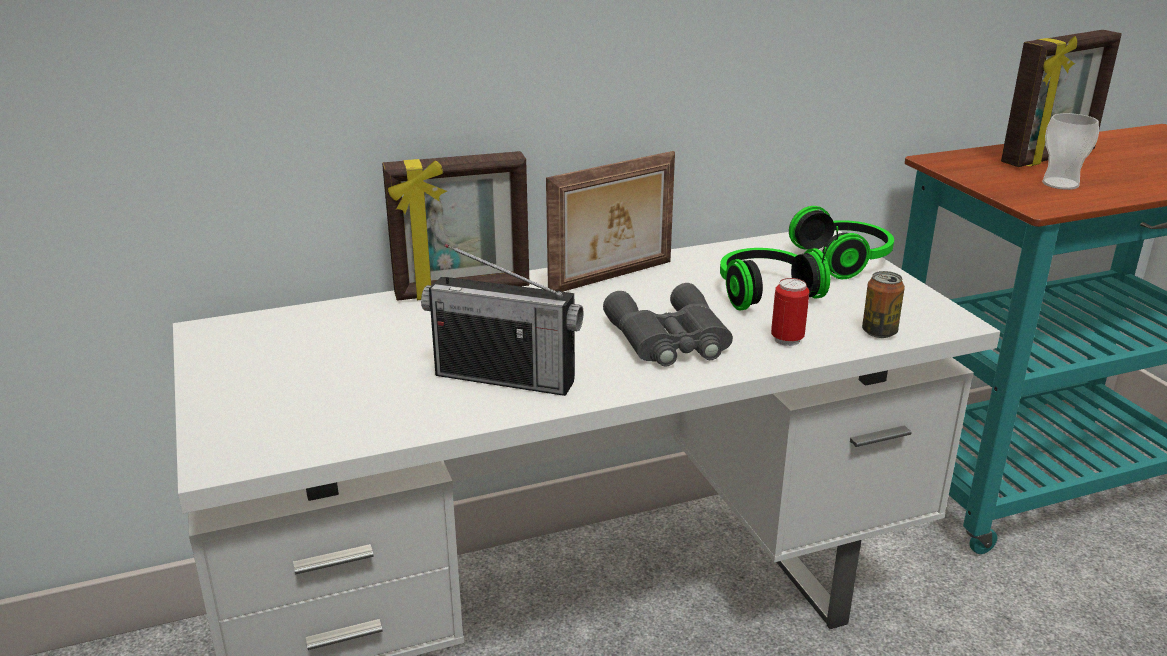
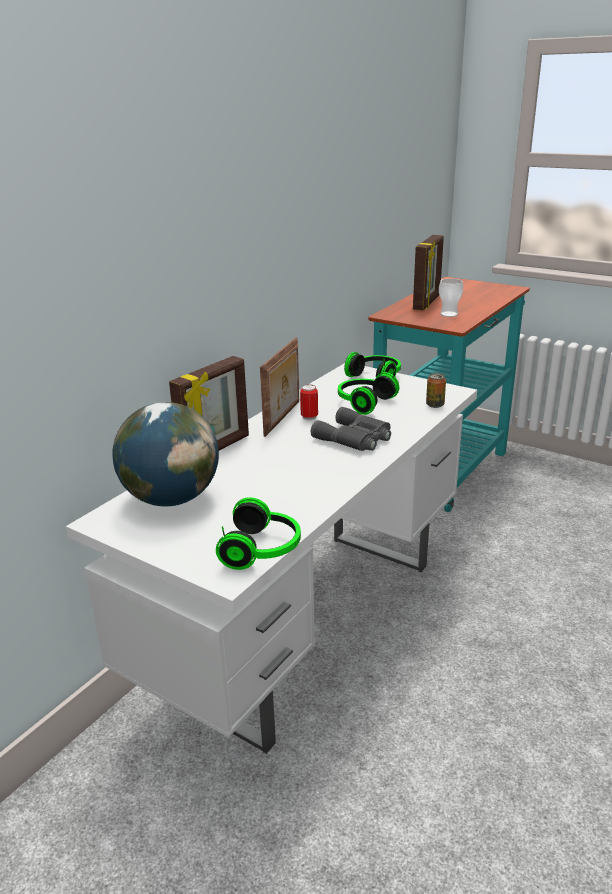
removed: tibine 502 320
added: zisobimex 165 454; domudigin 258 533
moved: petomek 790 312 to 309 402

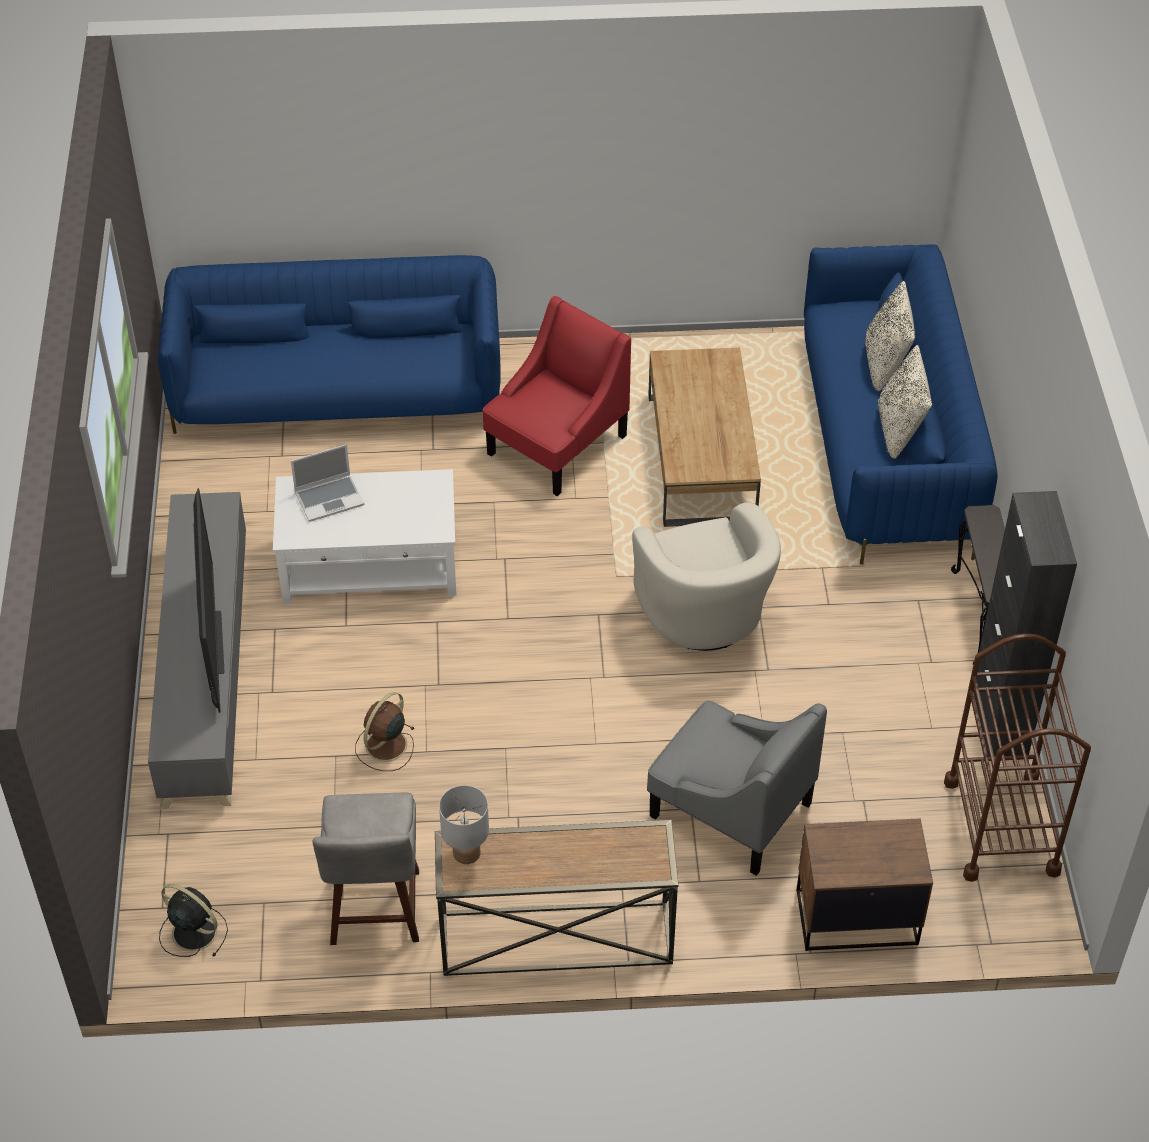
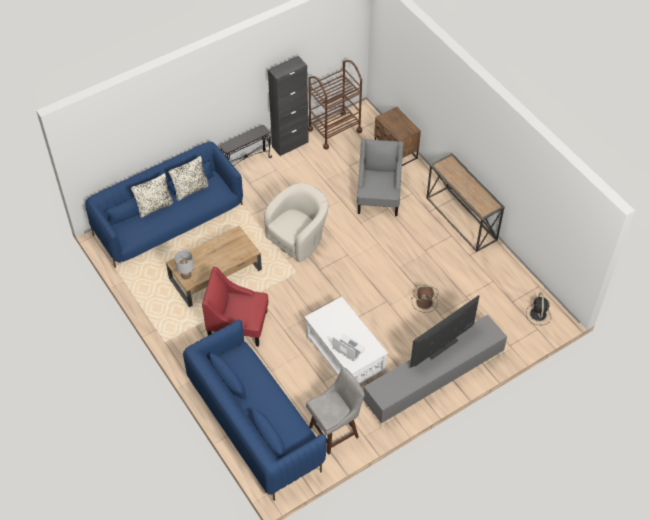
moved: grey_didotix 464 824 to 184 264; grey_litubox 365 869 to 335 411

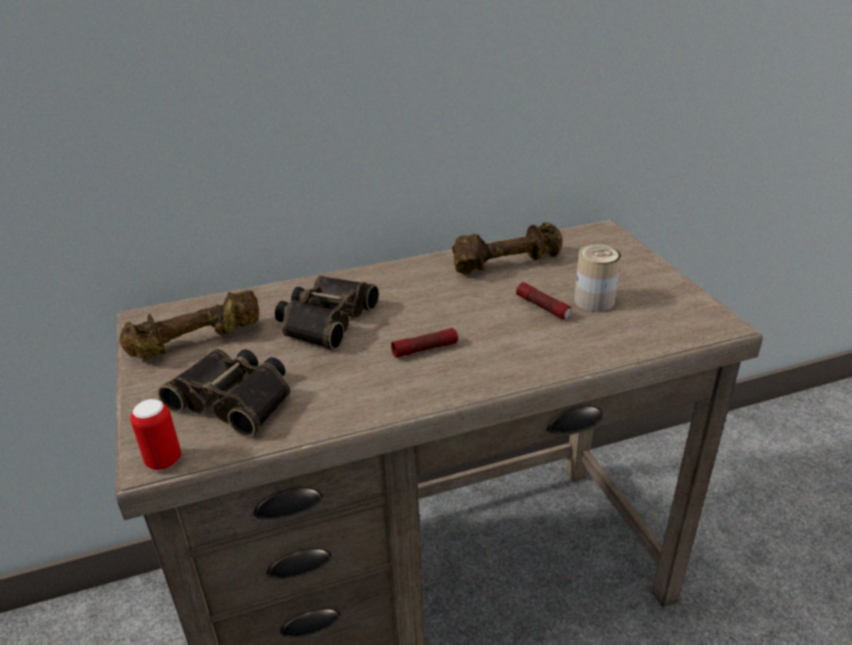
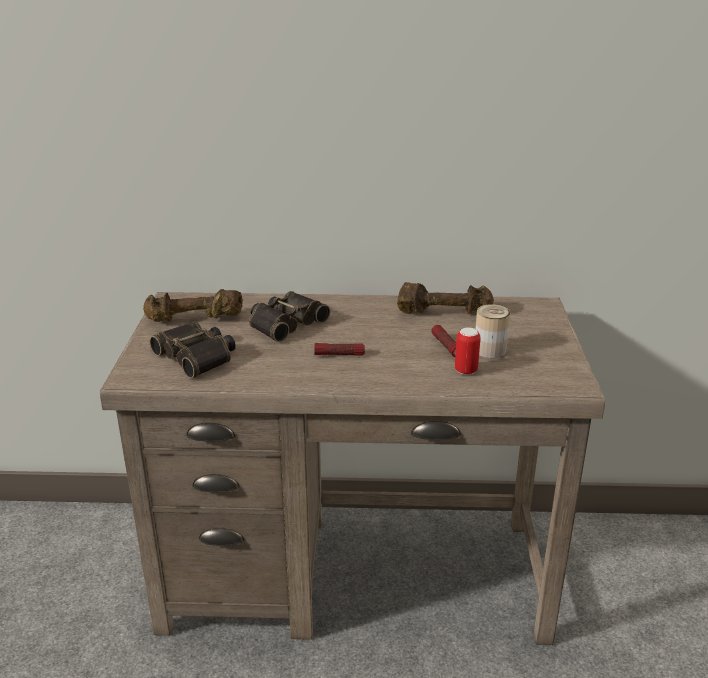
moved: petomek 156 435 to 468 351

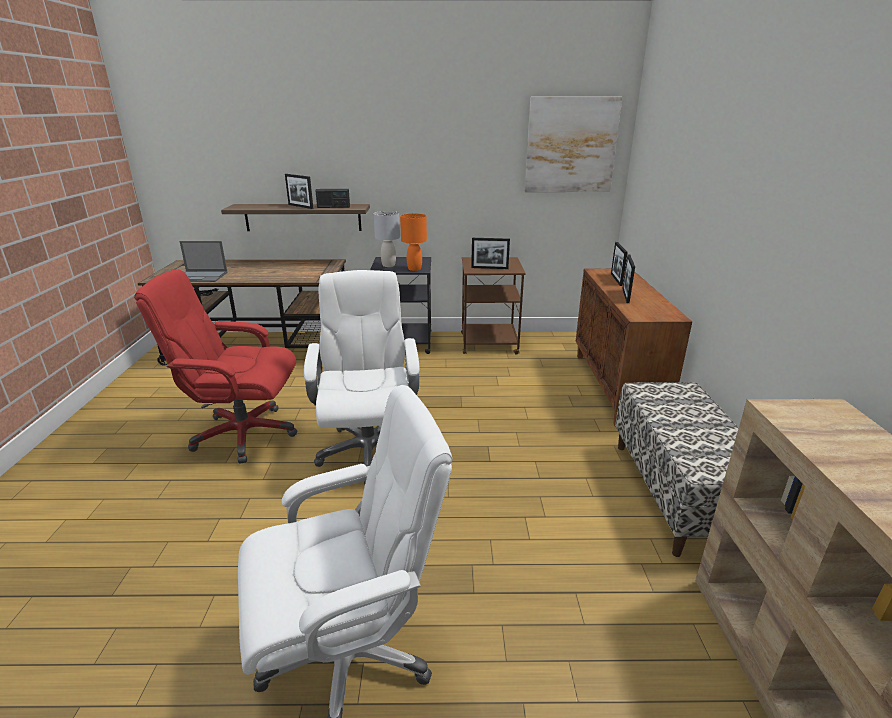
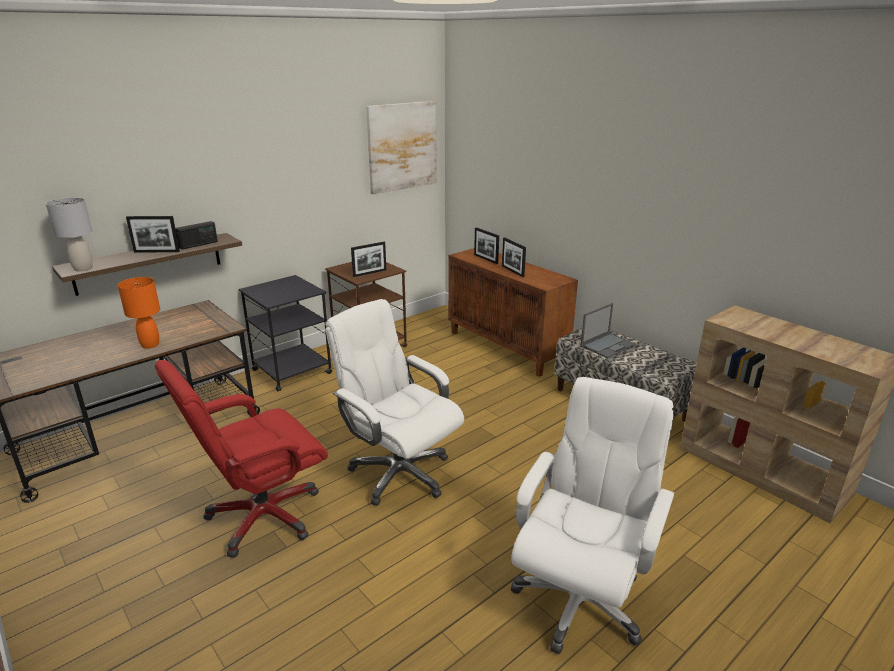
moved: grey_didotix 387 239 to 69 234; orange_didotix 413 242 to 139 313; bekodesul 203 261 to 608 330

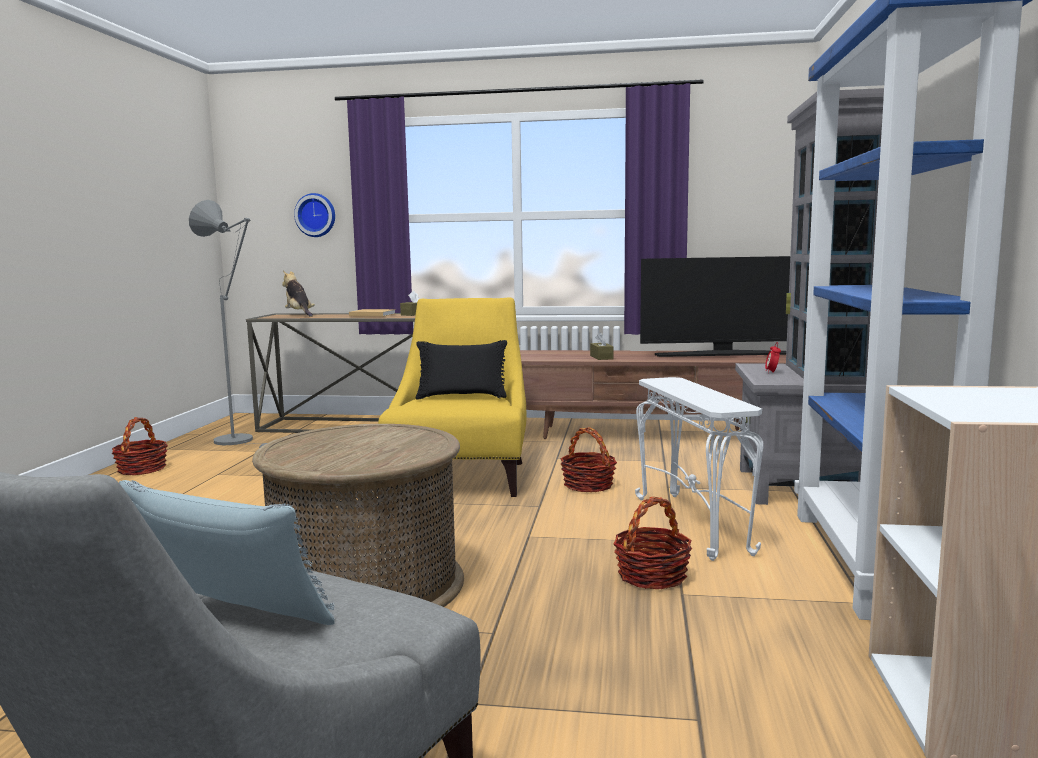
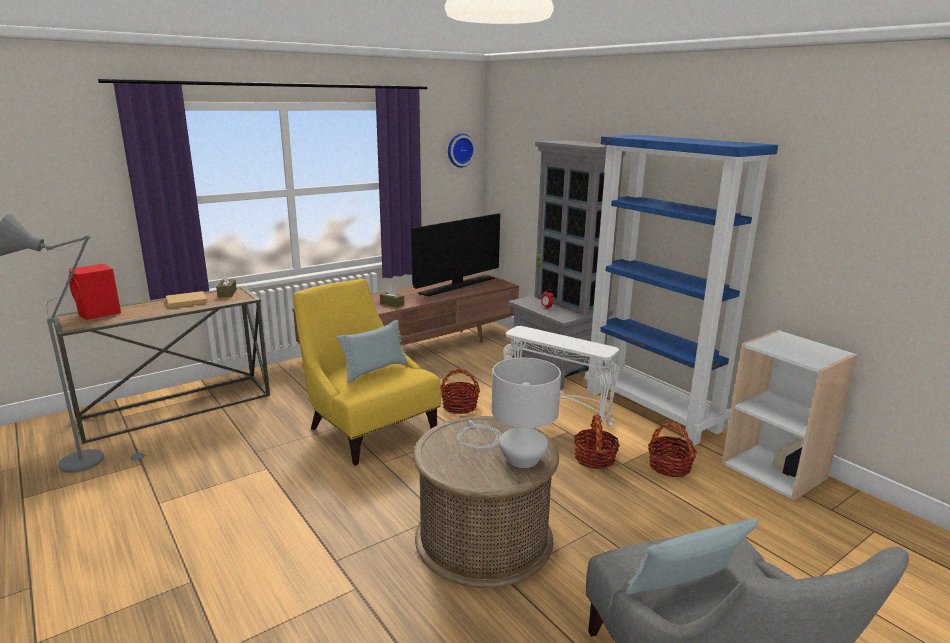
added: white_didotix 509 413
moved: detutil 314 215 to 462 150; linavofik 139 446 to 672 449
replaced: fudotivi 298 293 to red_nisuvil 94 292
recoloured: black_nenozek 461 369 to blue_nenozek 371 351

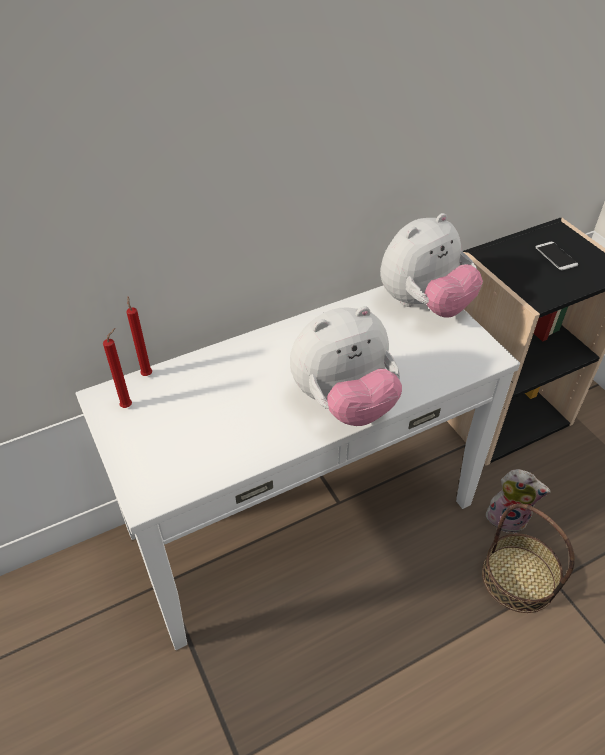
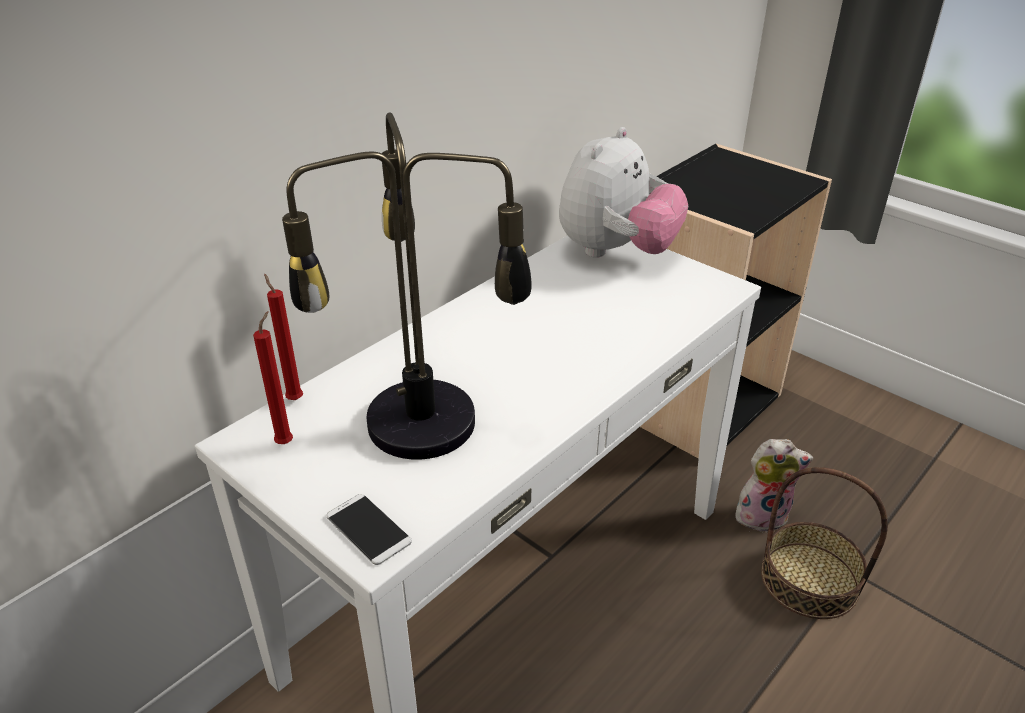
removed: fudotivi 346 366
added: didotix 407 286
moved: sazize 556 256 to 369 529

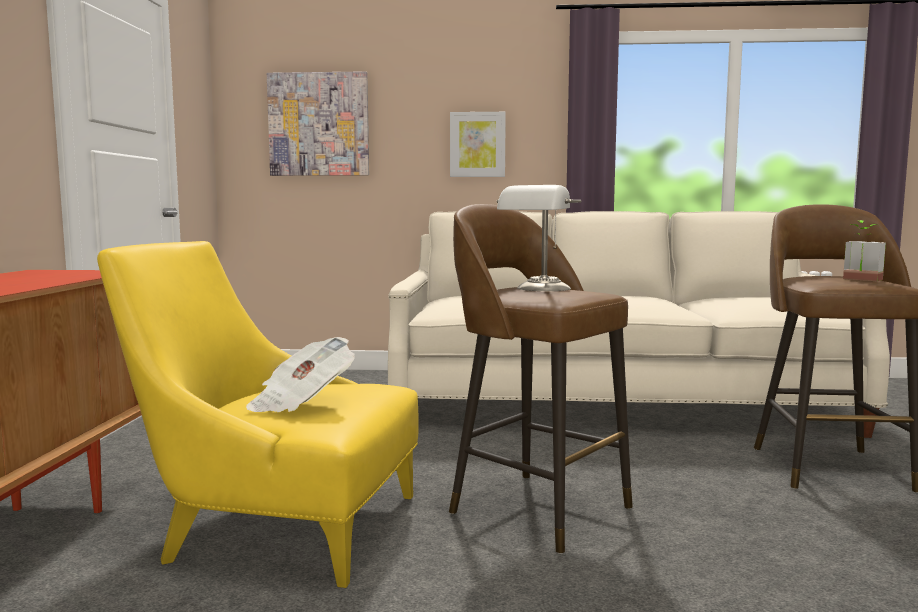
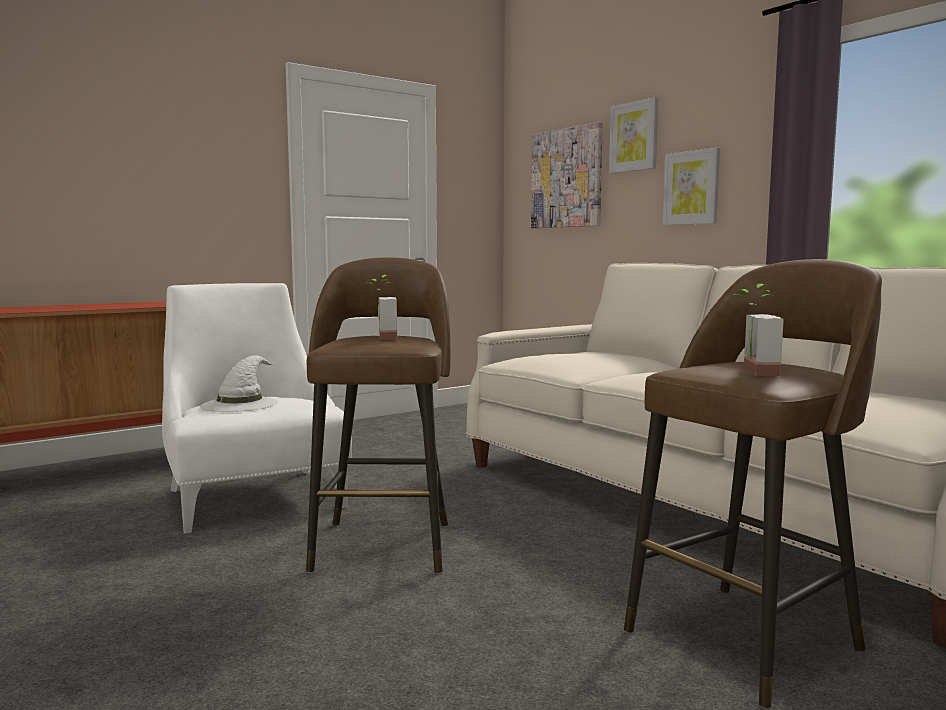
added: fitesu 633 135
replaced: white_didotix 539 238 to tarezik 381 307; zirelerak 300 374 to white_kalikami 239 383
recoloured: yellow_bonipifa 258 414 to white_bonipifa 257 408

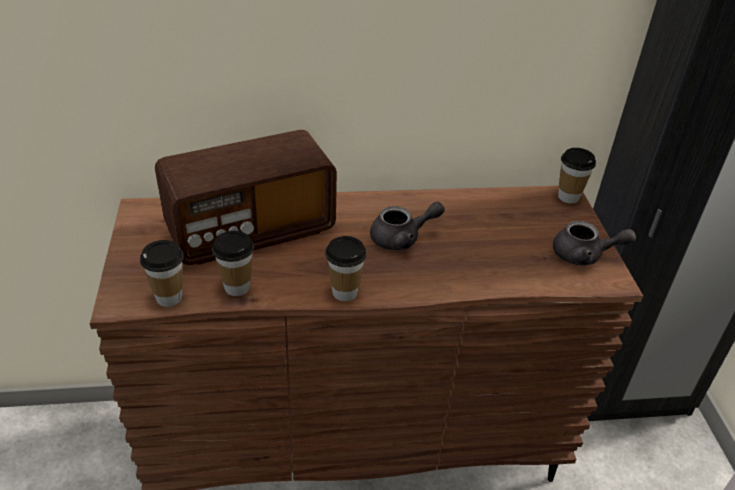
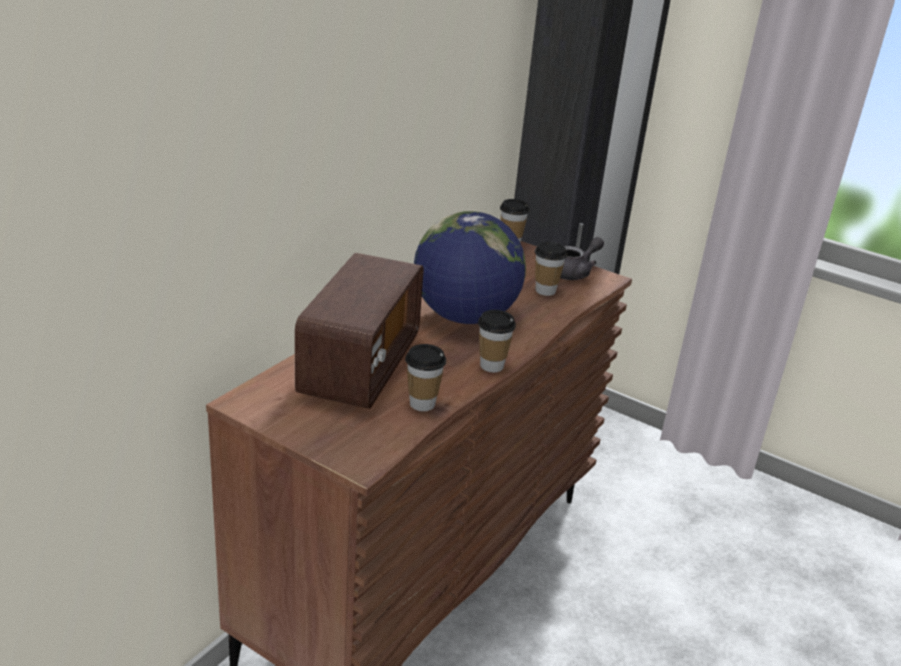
moved: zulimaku 162 273 to 551 269
replaced: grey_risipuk 407 226 to zisobimex 470 267

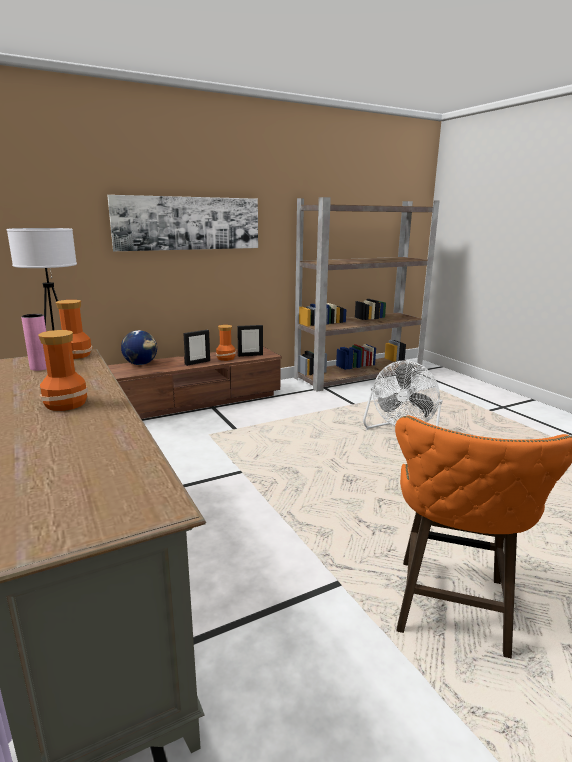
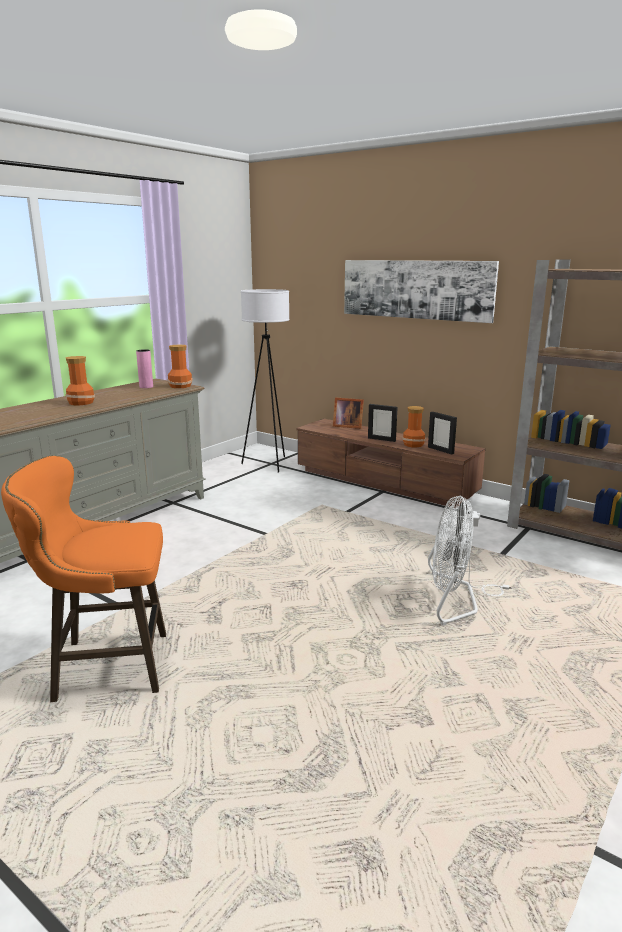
replaced: zisobimex 139 347 to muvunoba 348 413

